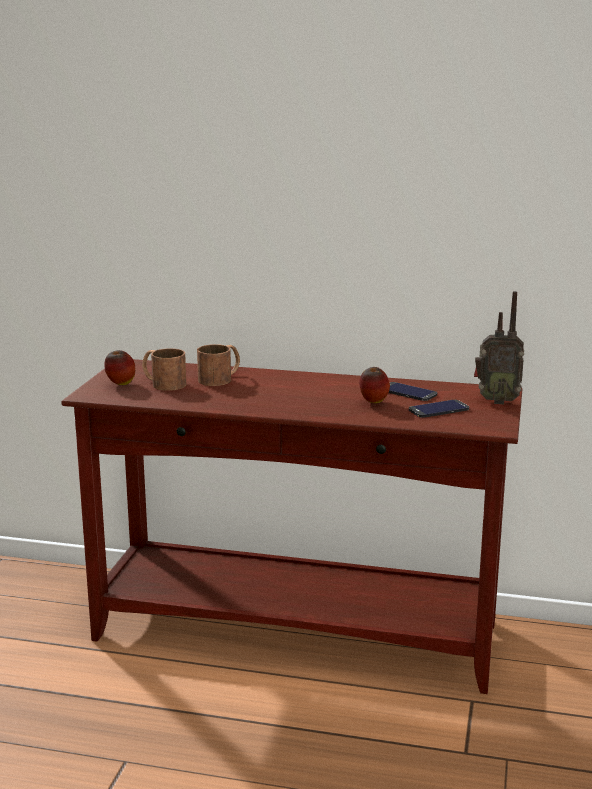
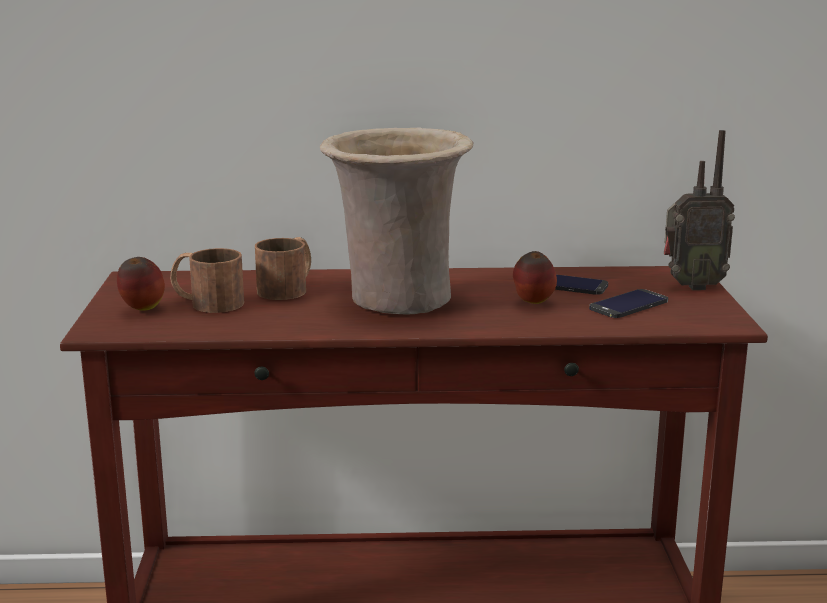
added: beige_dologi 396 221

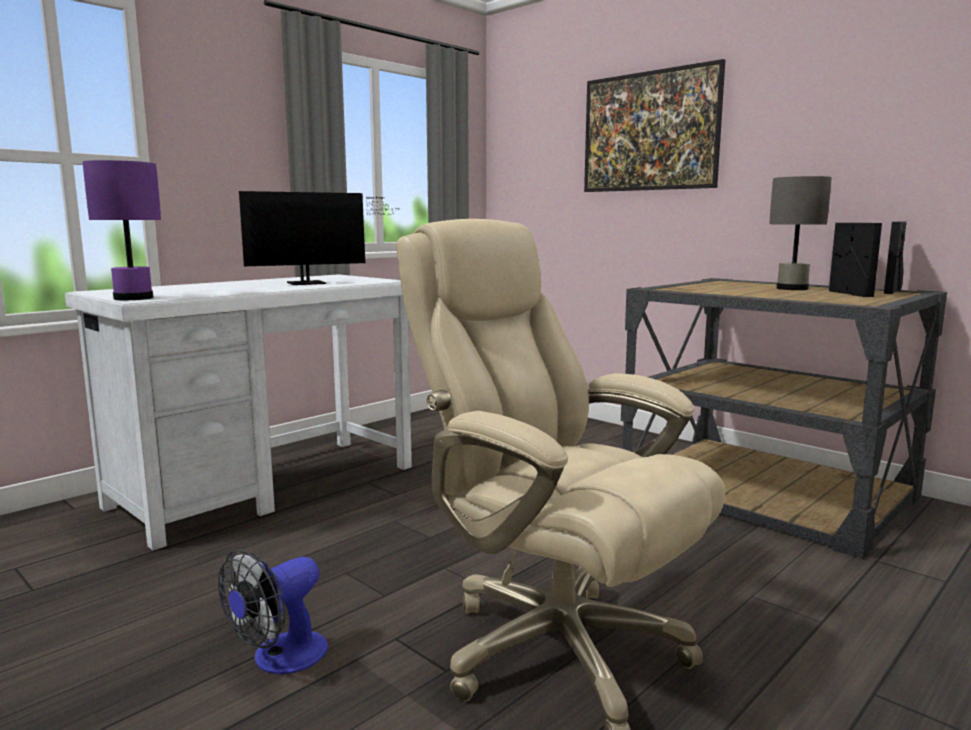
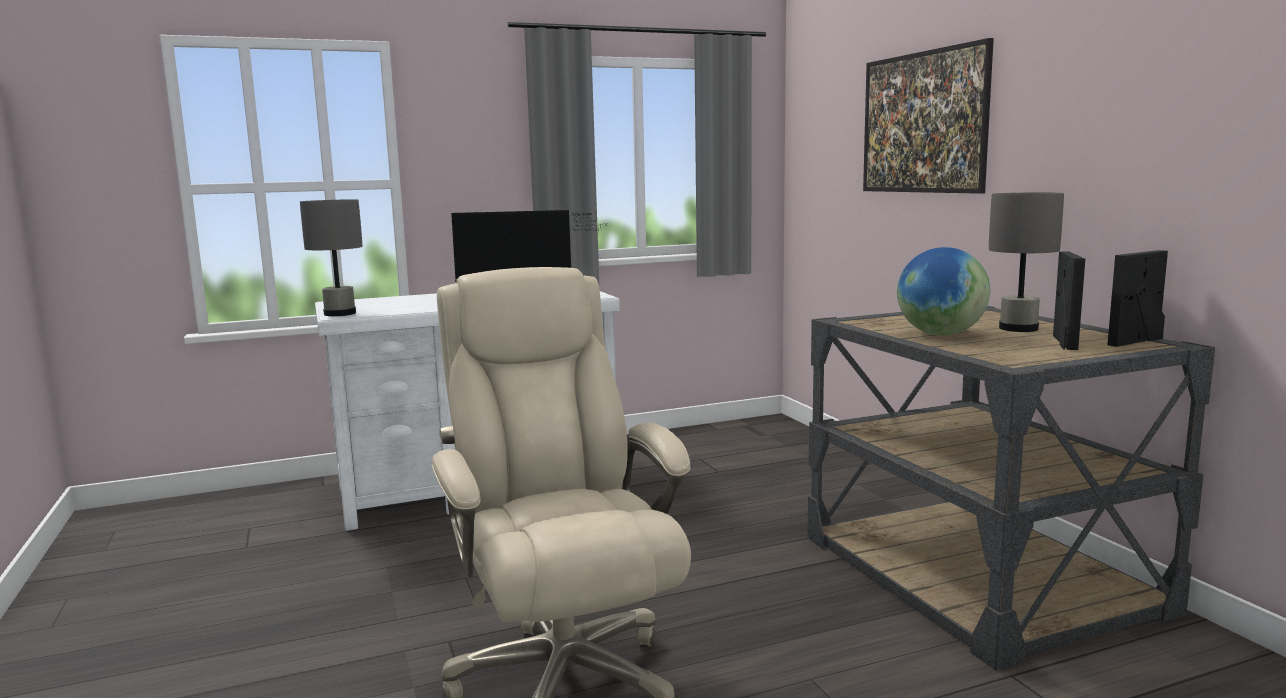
removed: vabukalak 273 611
added: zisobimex 943 291
recoloured: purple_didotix 122 230 to grey_didotix 331 257

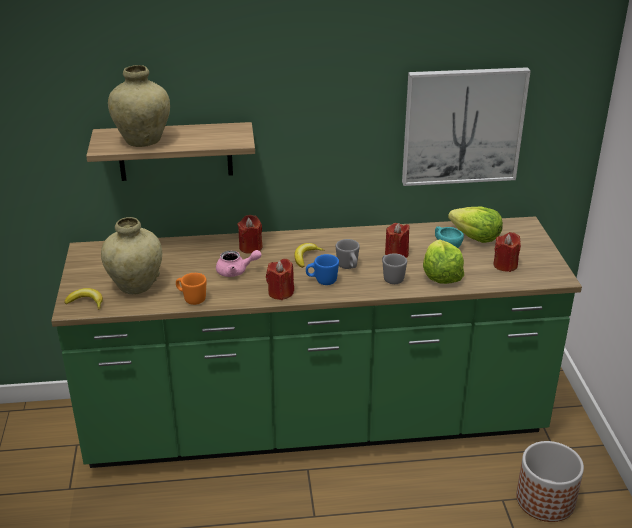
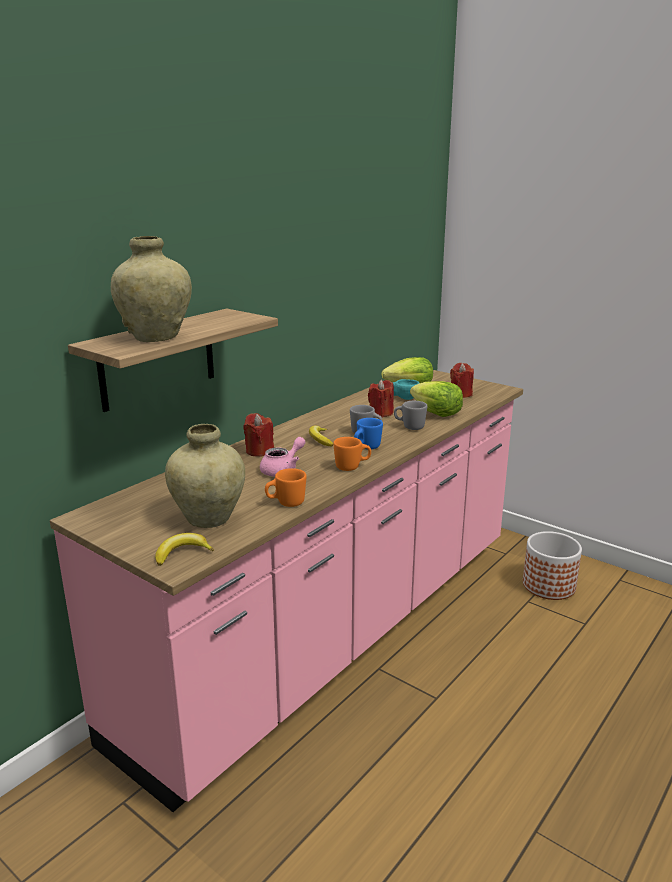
removed: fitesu 466 126
replaced: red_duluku 280 279 to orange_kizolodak 352 454
recoloured: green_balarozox 316 342 to pink_balarozox 286 591

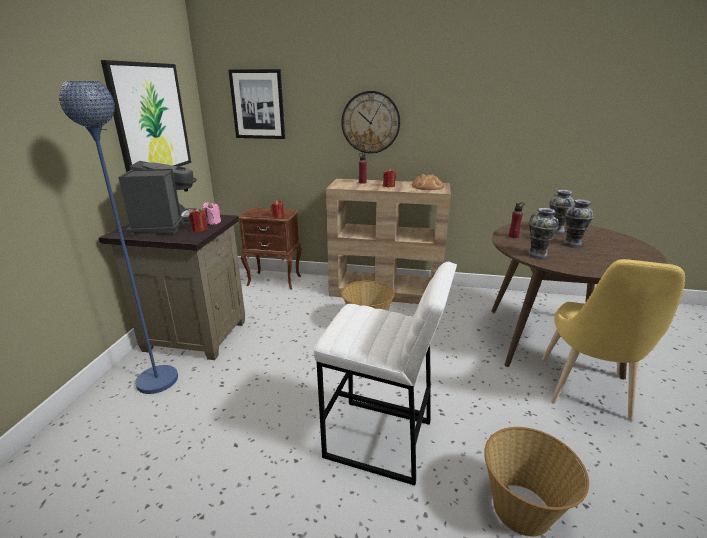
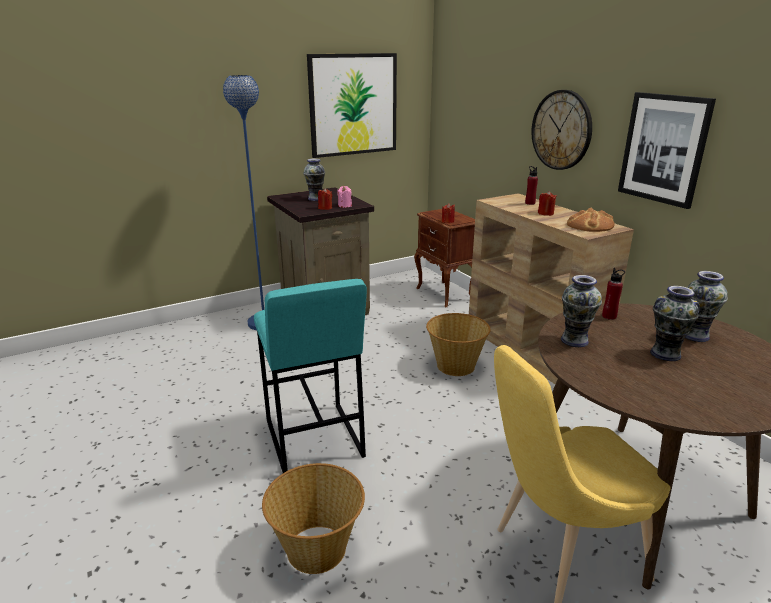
moved: fitesu 256 104 to 667 150
replaced: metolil 160 198 to dologi 314 179
recoloured: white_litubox 385 373 to turquoise_litubox 310 376

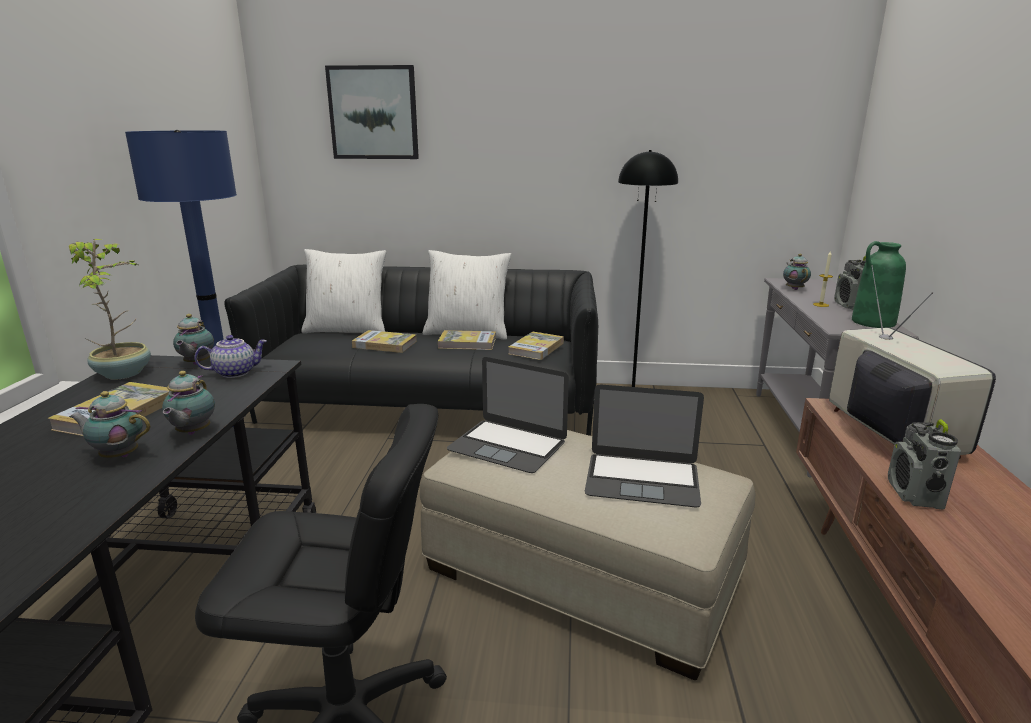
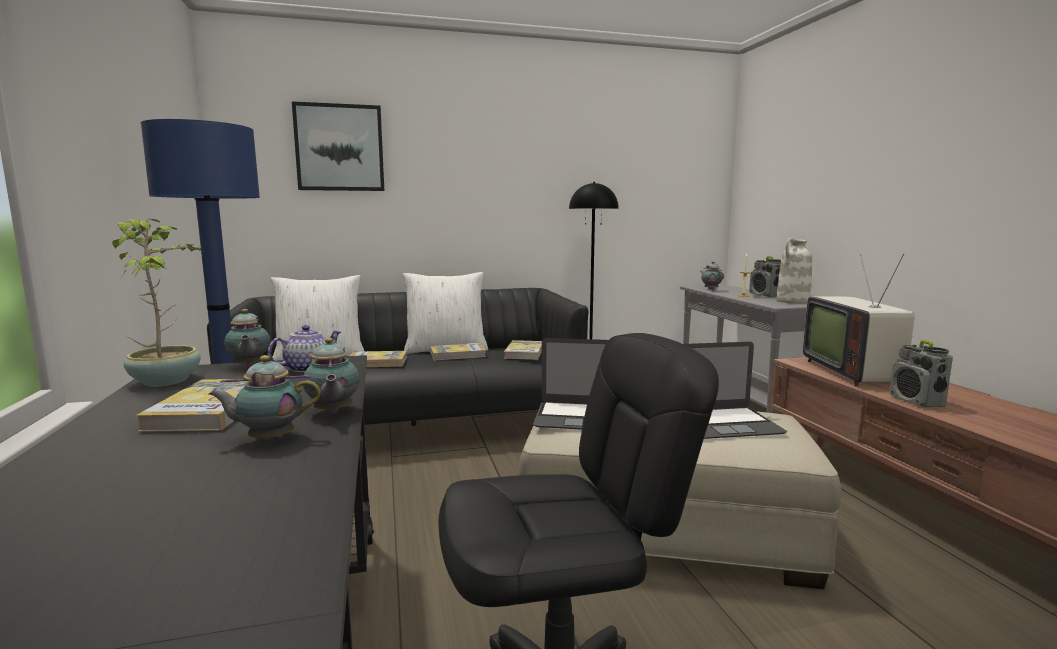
recoloured: green_dologi 879 284 to white_dologi 794 271
turned: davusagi 912 362 = 858 320 150 degrees counterclockwise

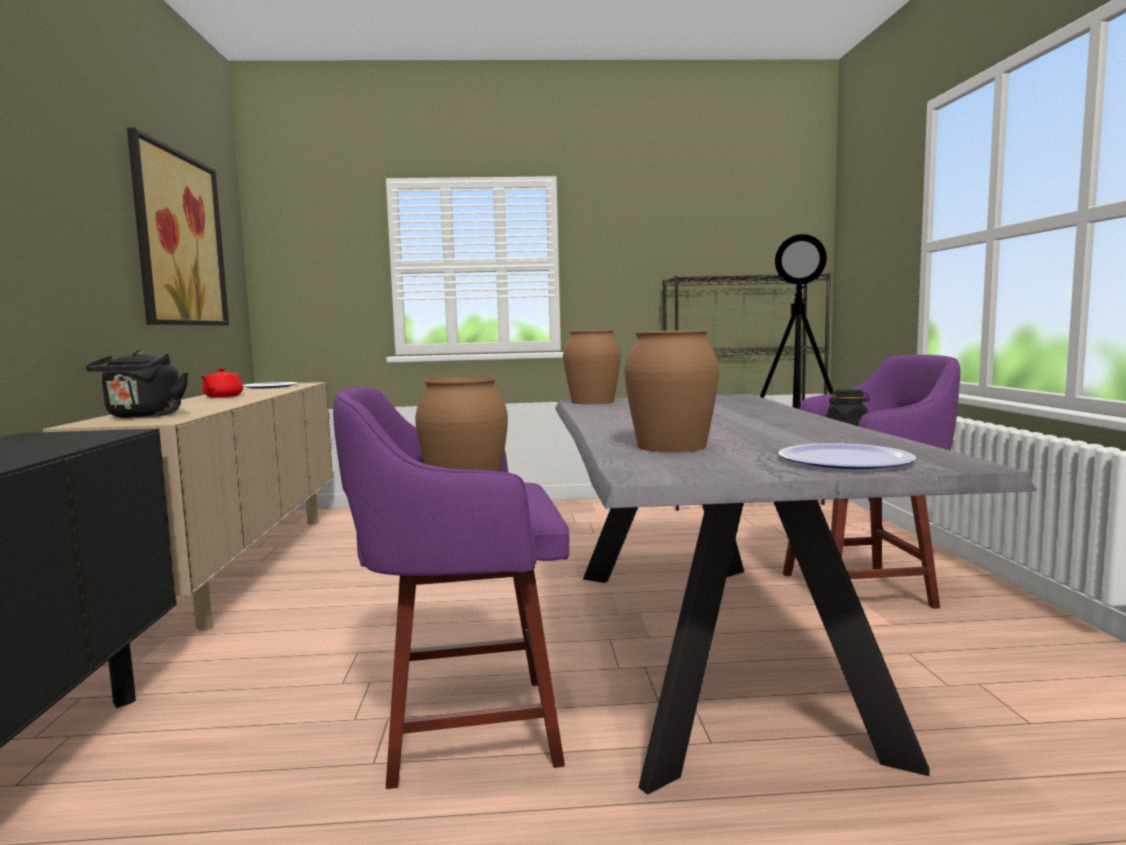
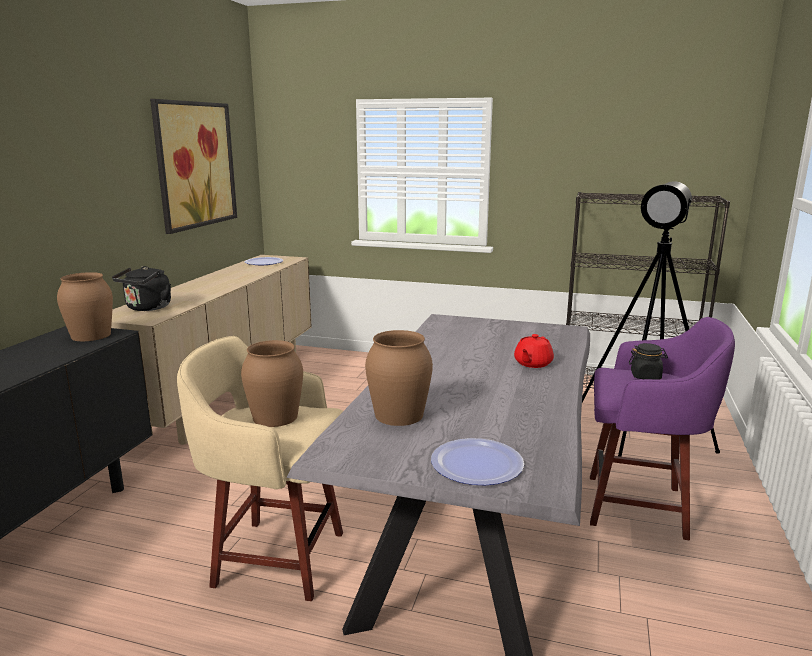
moved: brown_dologi 592 367 to 85 306; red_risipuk 221 383 to 534 351
recoloured: purple_litubox 451 588 to beige_litubox 260 468

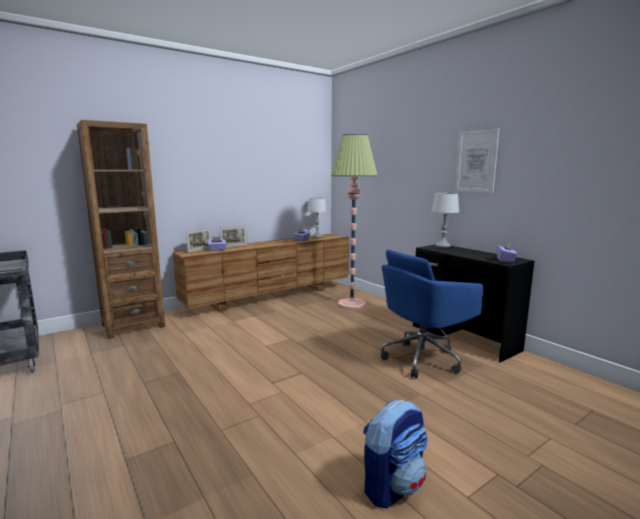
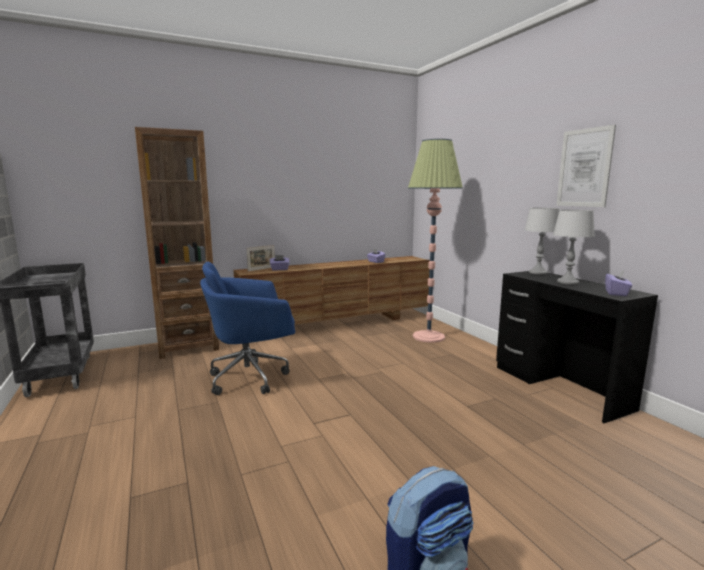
removed: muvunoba 233 236
moved: grey_didotix 317 217 to 574 247; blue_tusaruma 432 314 to 247 328

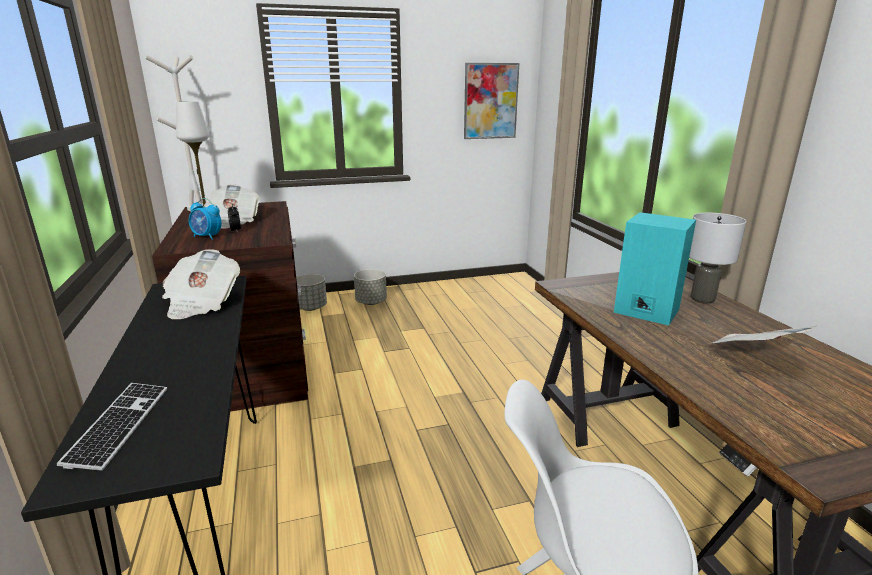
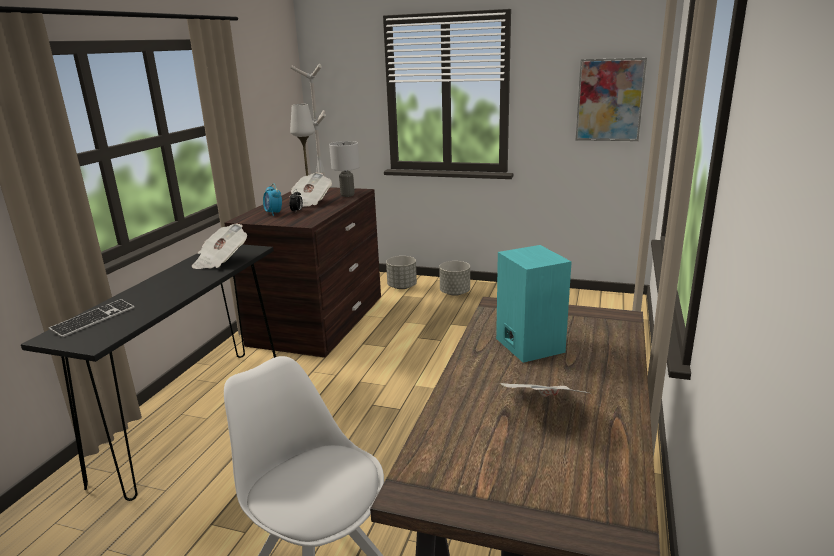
moved: white_didotix 717 258 to 344 169

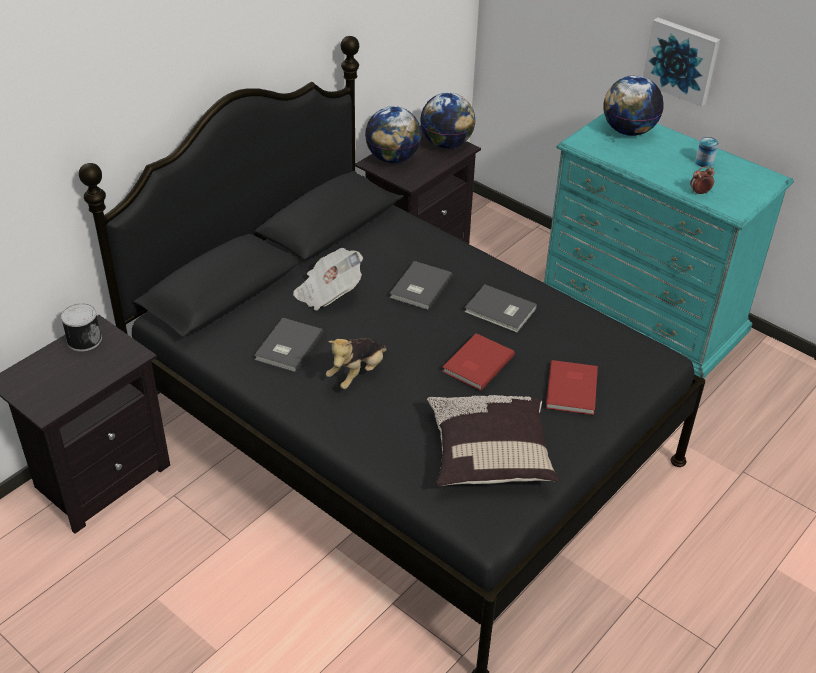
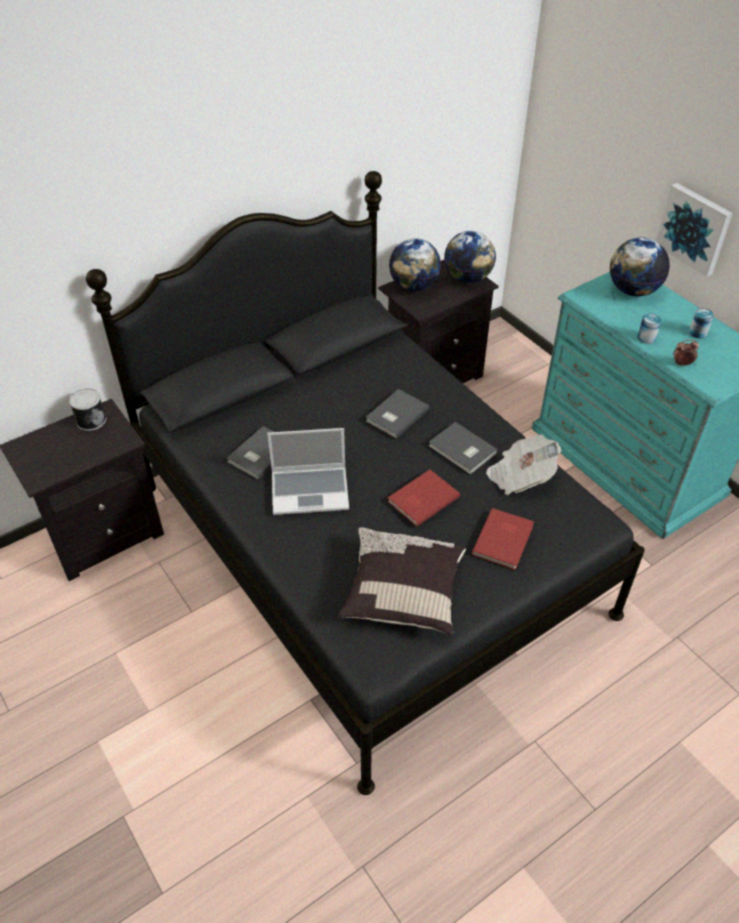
added: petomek 649 329
moved: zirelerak 328 279 to 524 464
replaced: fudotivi 356 363 to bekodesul 308 471

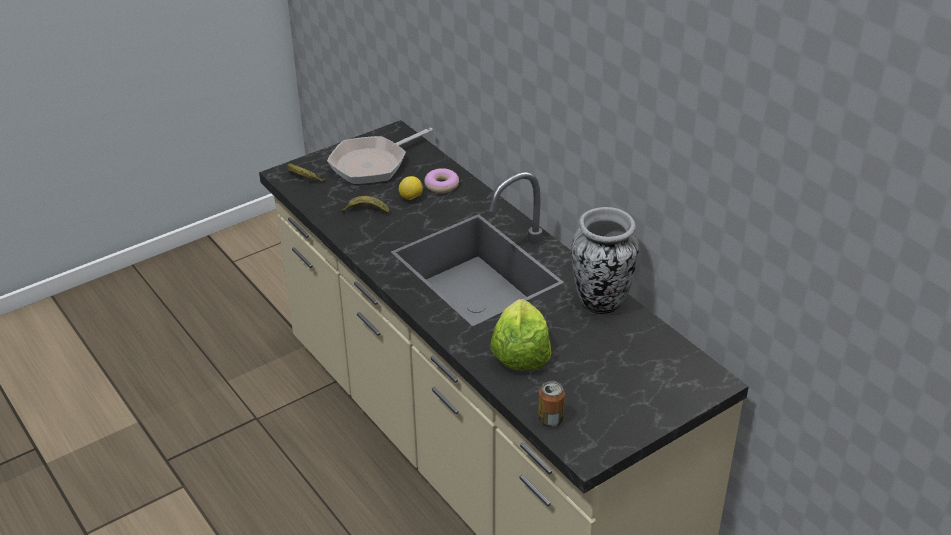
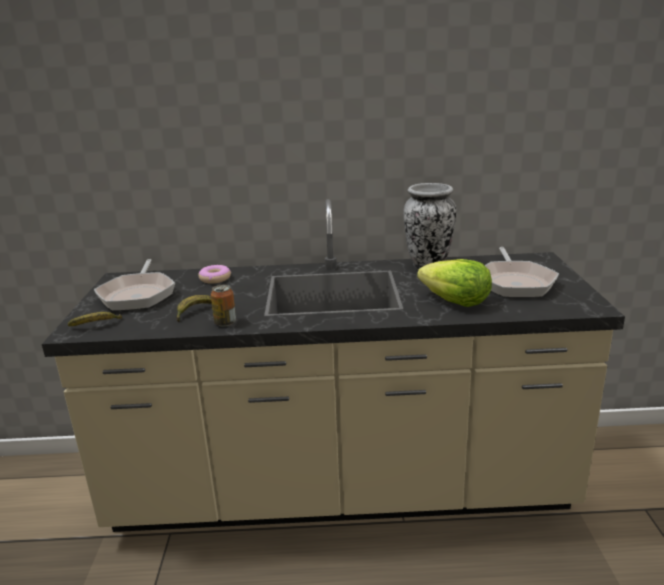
removed: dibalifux 411 188
added: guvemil 522 272
moved: petomek 551 404 to 223 306

